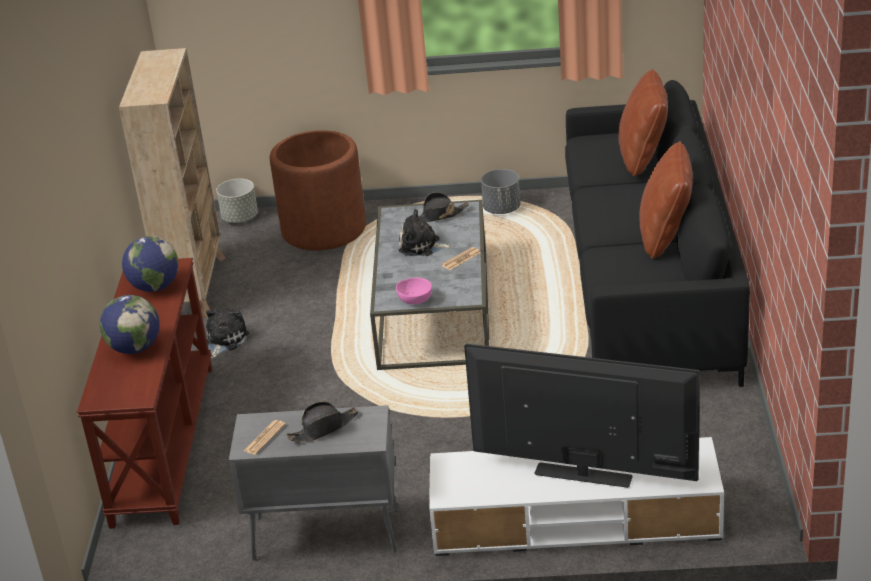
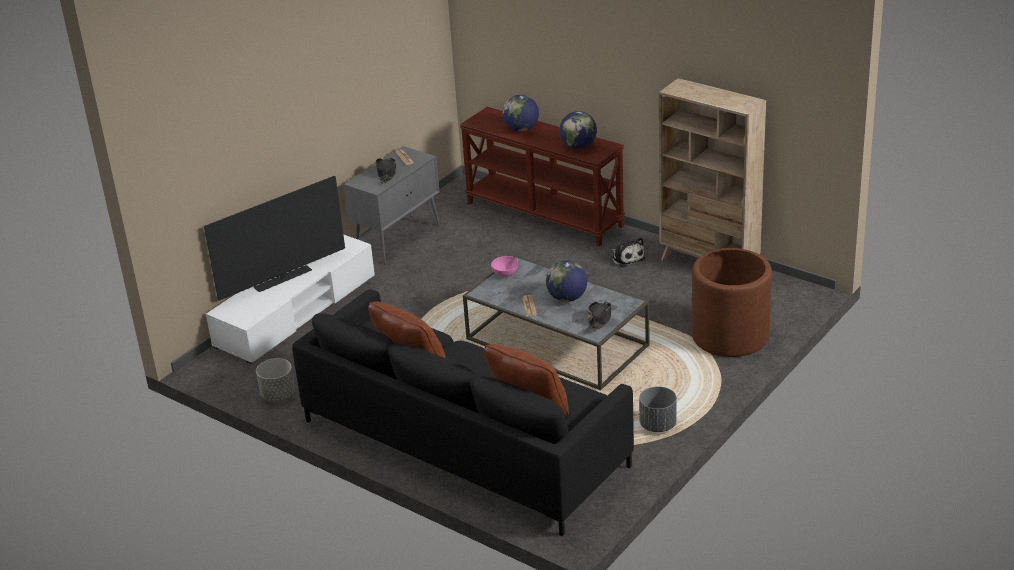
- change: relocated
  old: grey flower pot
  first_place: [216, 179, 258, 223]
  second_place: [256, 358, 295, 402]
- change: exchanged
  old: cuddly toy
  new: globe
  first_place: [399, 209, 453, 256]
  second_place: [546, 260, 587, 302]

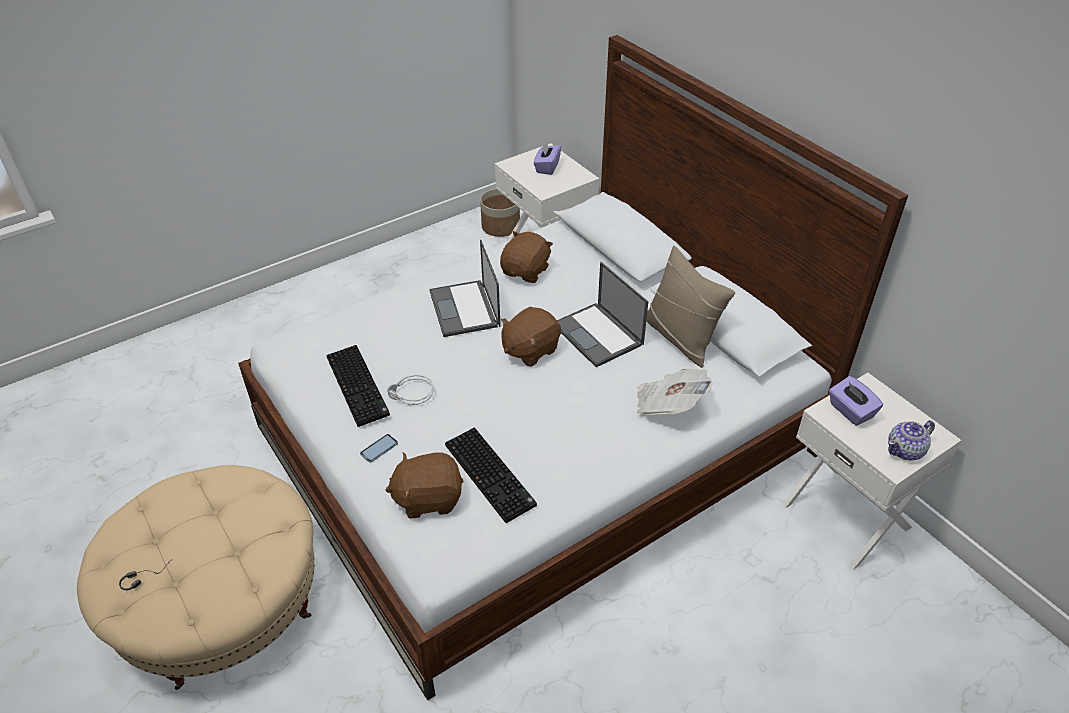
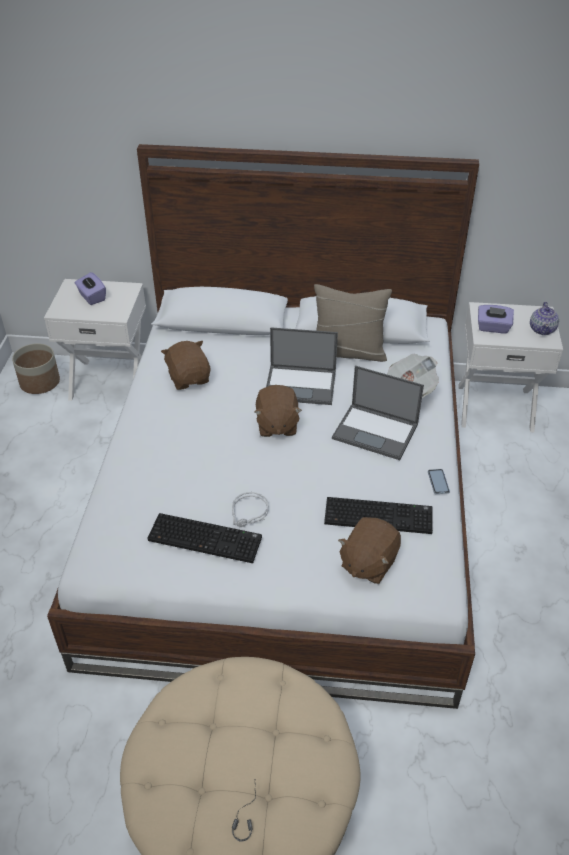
- change: relocated
  old: handset
  first_place: [360, 434, 398, 463]
  second_place: [428, 469, 450, 494]
- change: relocated
  old: laptop
  first_place: [429, 240, 501, 337]
  second_place: [332, 366, 424, 460]

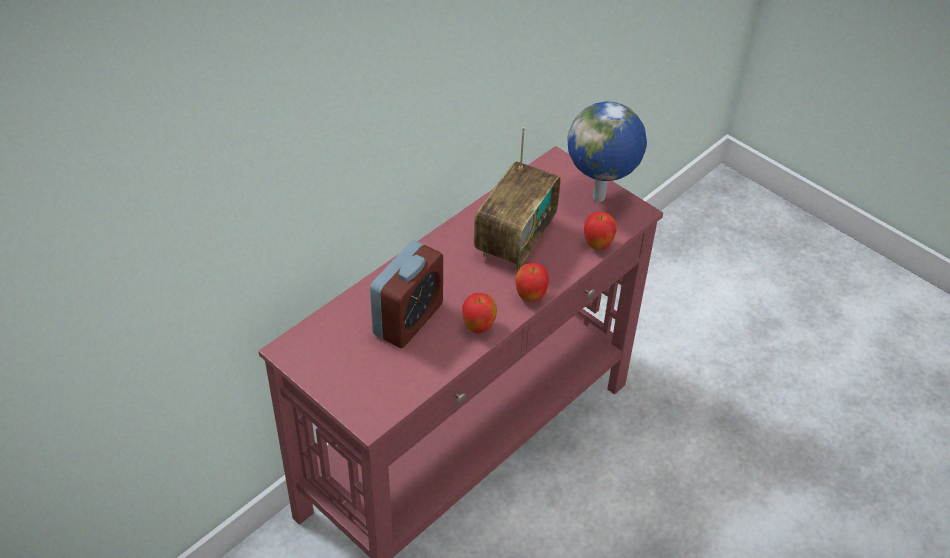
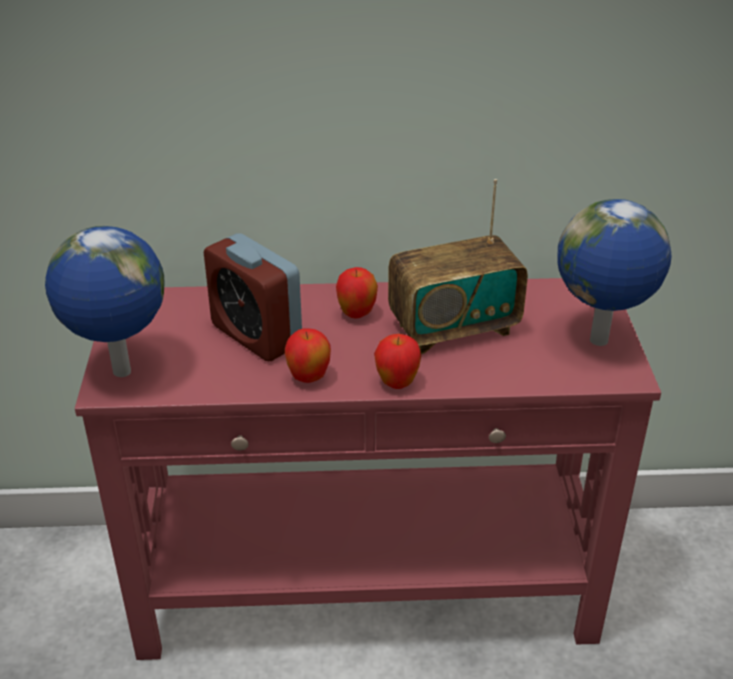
- change: spun
  old: table clock
  first_place: [370, 240, 443, 348]
  second_place: [204, 233, 302, 361]
  degrees: 60
- change: relocated
  old: apple
  first_place: [584, 212, 617, 250]
  second_place: [336, 267, 378, 318]
- change: appeared
  new: globe
  second_place: [45, 226, 165, 377]

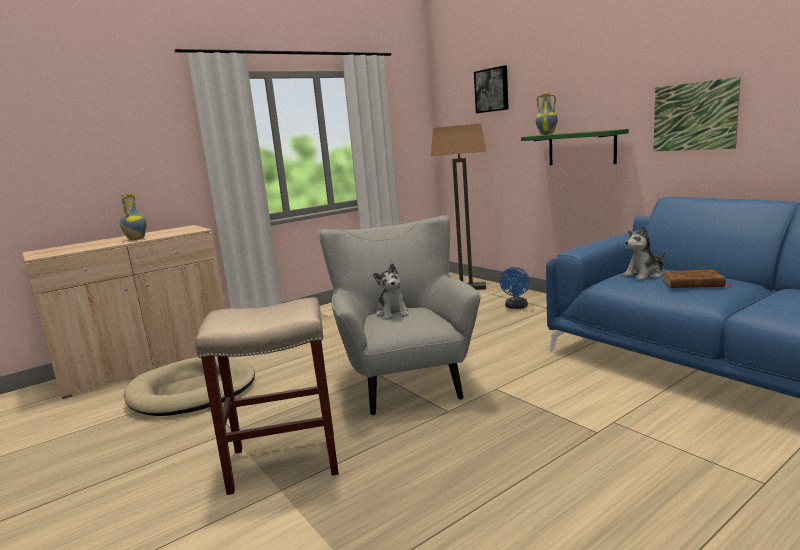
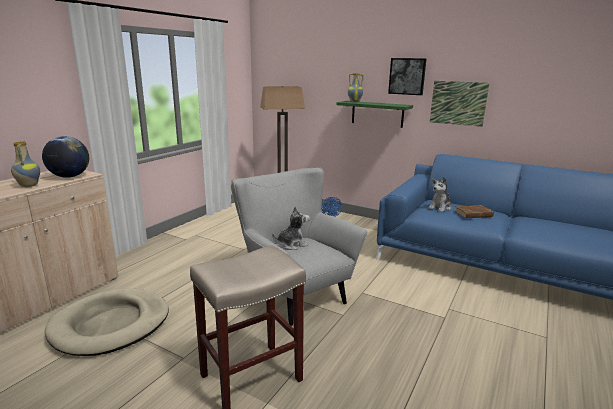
- change: spun
  old: cuddly toy
  first_place: [373, 263, 409, 320]
  second_place: [272, 207, 310, 250]
  degrees: -75
- change: relocated
  old: picture
  first_place: [474, 66, 509, 113]
  second_place: [388, 58, 427, 95]
- change: appeared
  new: globe
  second_place: [42, 136, 89, 178]

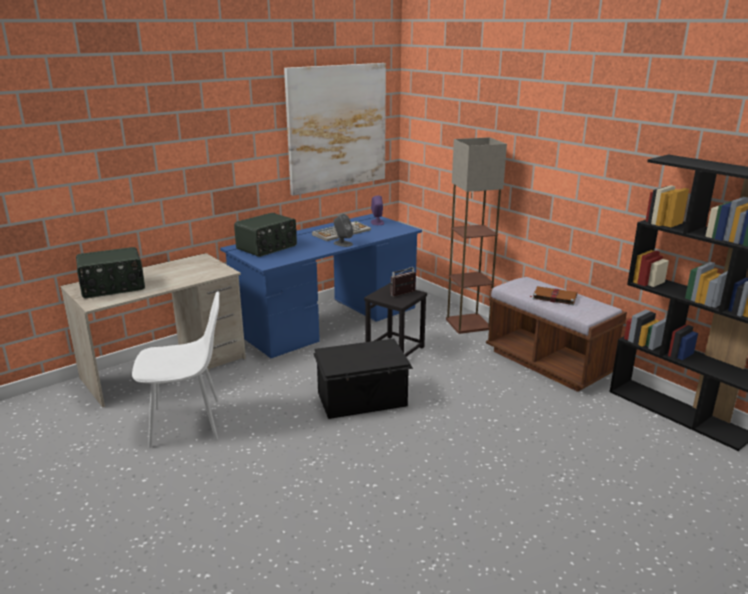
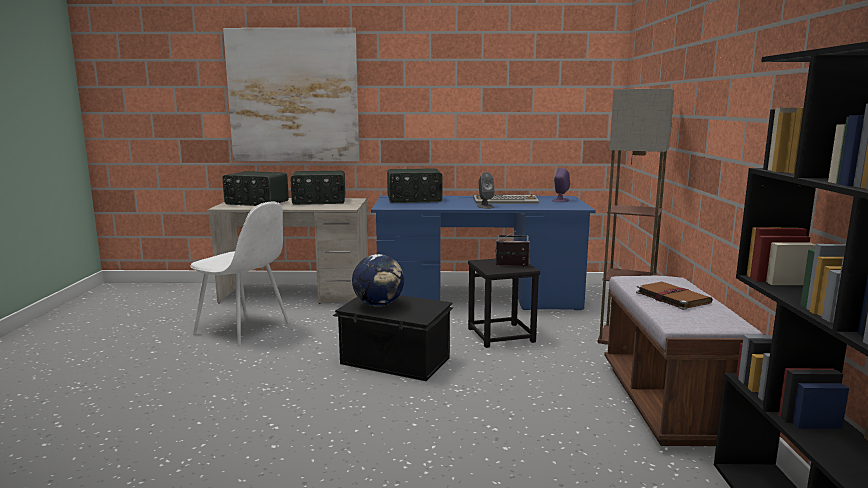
- change: relocated
  old: picture
  first_place: [284, 63, 386, 196]
  second_place: [223, 28, 360, 162]
- change: appeared
  new: radio receiver
  second_place: [290, 171, 345, 205]
- change: appeared
  new: globe
  second_place: [352, 254, 404, 306]

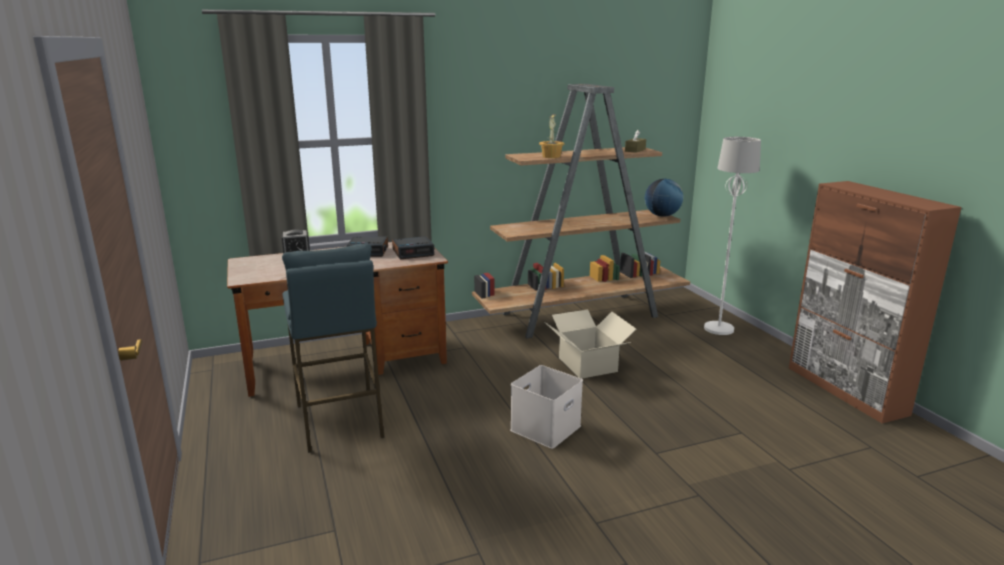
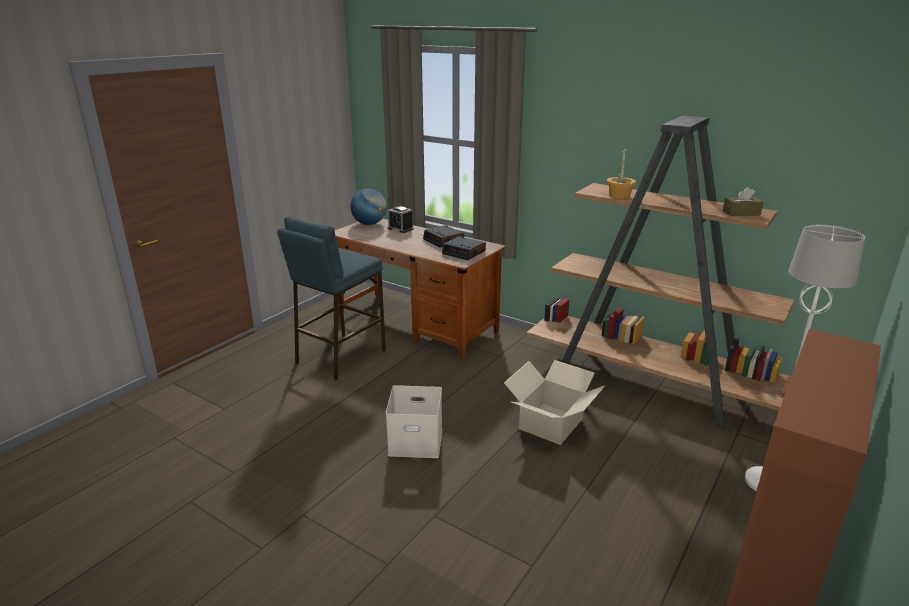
- change: relocated
  old: globe
  first_place: [645, 179, 683, 217]
  second_place: [350, 189, 387, 225]

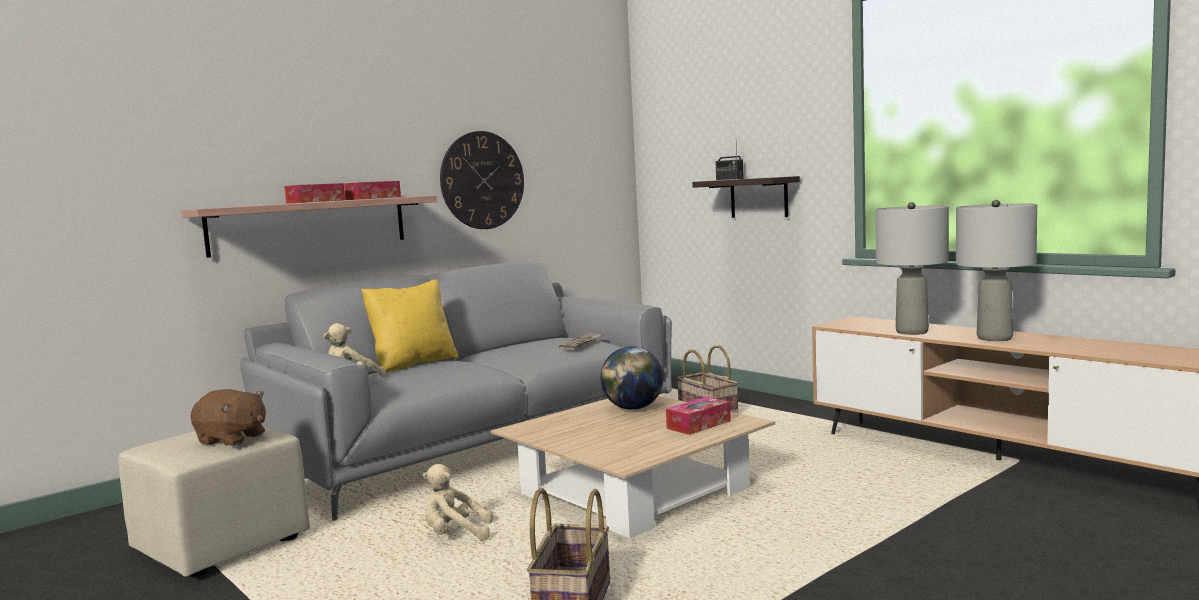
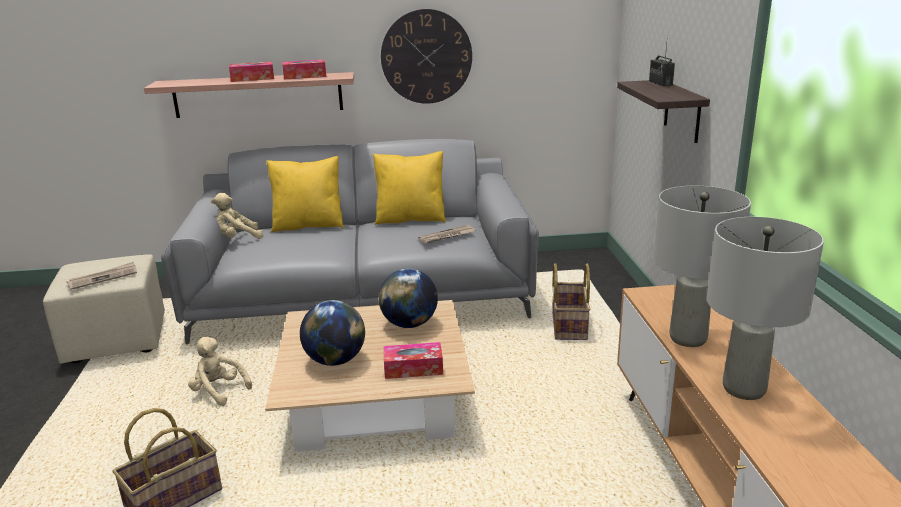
- change: exchanged
  old: brown-coloured cuddly toy
  new: newspaper
  first_place: [190, 389, 266, 446]
  second_place: [67, 262, 137, 290]
- change: appeared
  new: globe
  second_place: [300, 300, 365, 366]
- change: appeared
  new: yellowish pillow
  second_place: [373, 151, 446, 225]

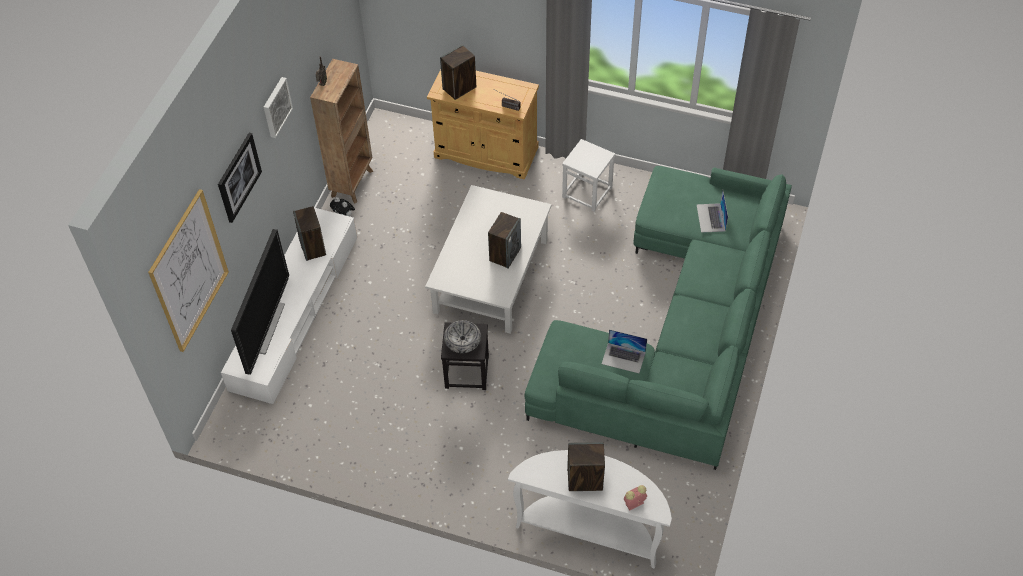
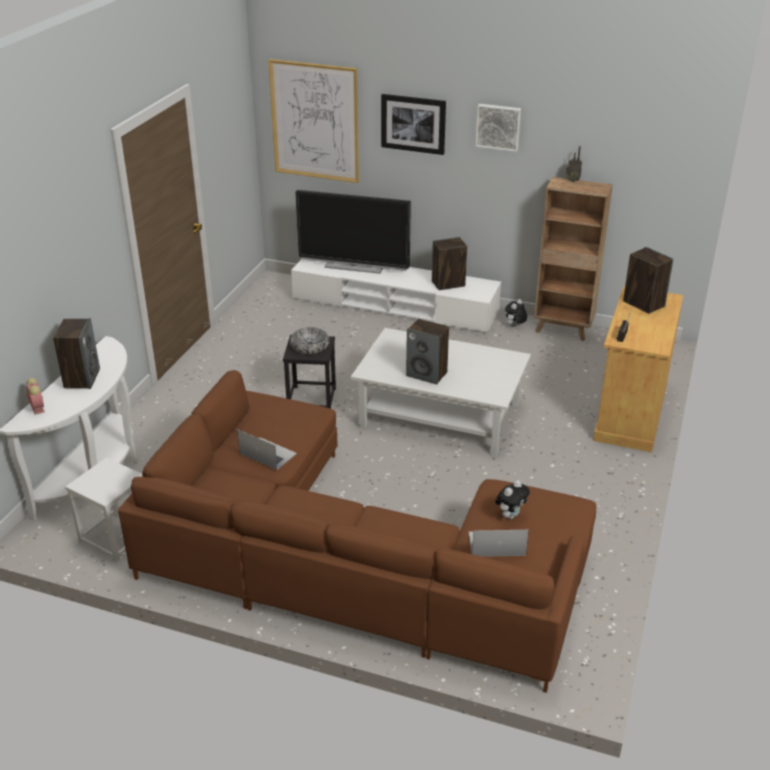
- change: colour
  old: green-coloured sofa
  new: brown-coloured sofa
  first_place: [524, 166, 792, 470]
  second_place: [118, 370, 596, 693]
- change: relocated
  old: whitish stool seat
  first_place: [562, 139, 615, 212]
  second_place: [65, 457, 143, 562]
- change: spun
  old: laptop
  first_place: [602, 329, 647, 373]
  second_place: [237, 429, 297, 470]
  degrees: 105
- change: appeared
  new: cuddly toy
  second_place: [495, 480, 530, 519]

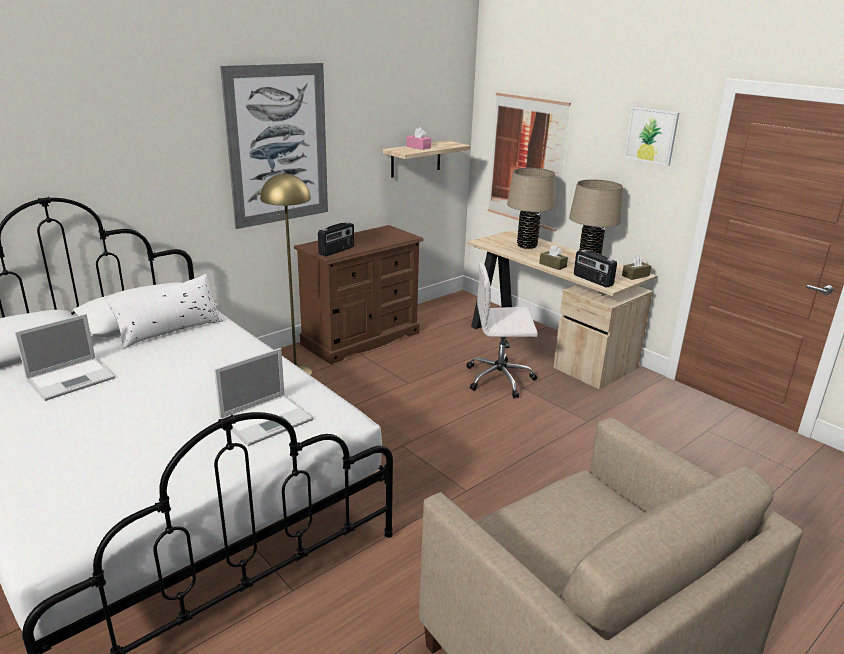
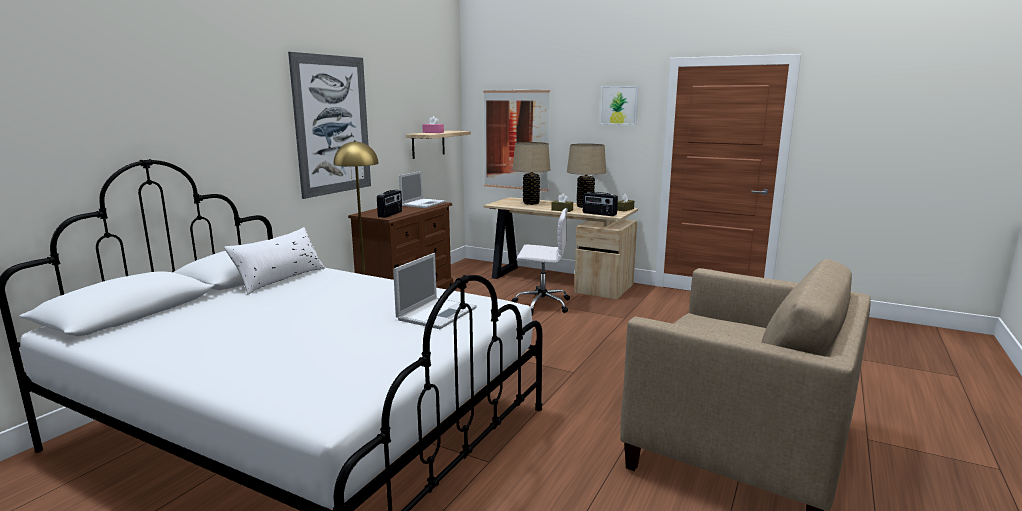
- change: relocated
  old: laptop
  first_place: [15, 314, 115, 401]
  second_place: [399, 171, 446, 208]
- change: spun
  old: whitish computer chair
  first_place: [466, 262, 538, 398]
  second_place: [512, 208, 570, 315]
  degrees: -150

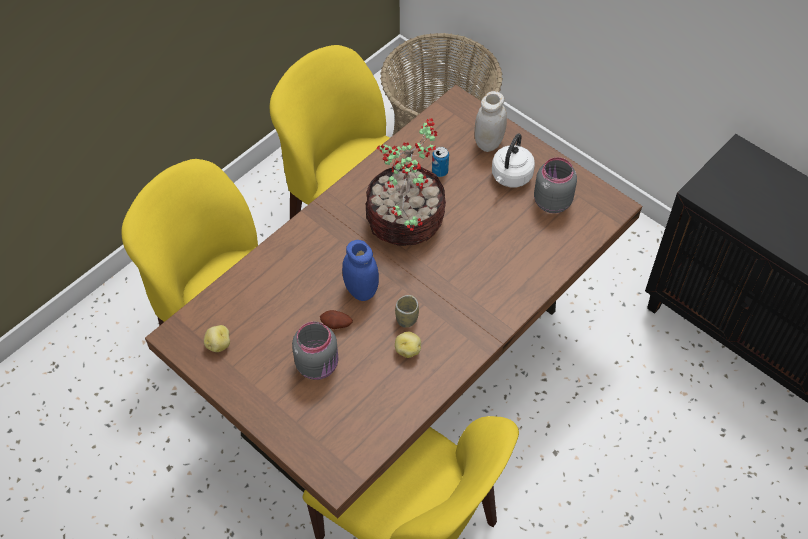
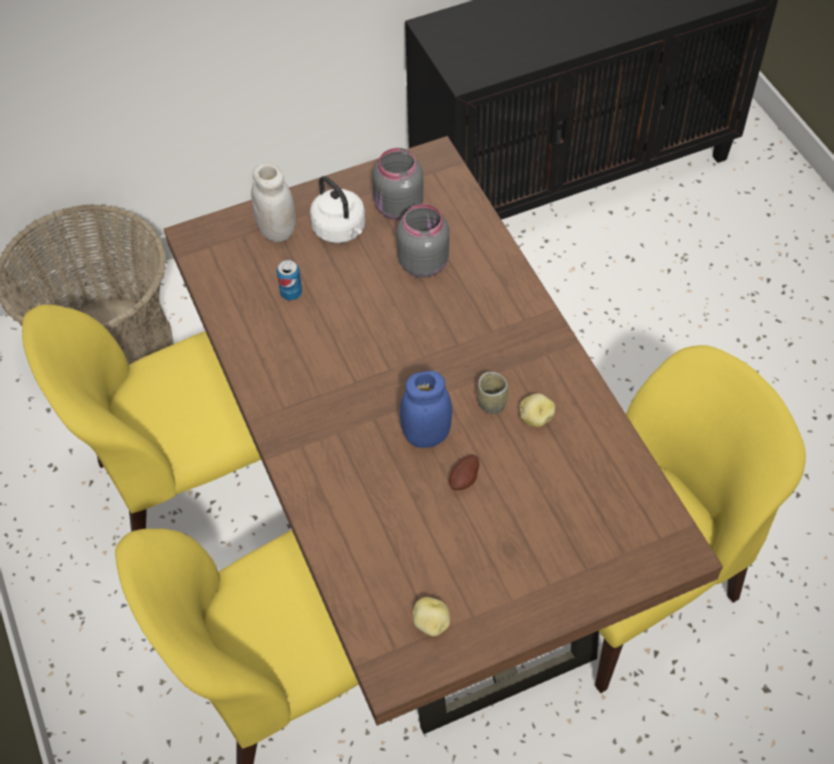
- change: relocated
  old: grey jar
  first_place: [292, 321, 339, 380]
  second_place: [397, 204, 449, 278]
- change: missing
  old: potted plant
  first_place: [366, 118, 446, 246]

